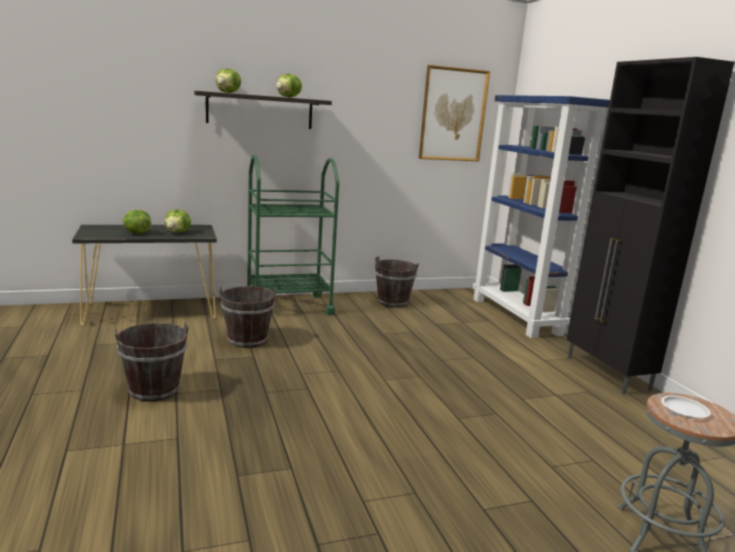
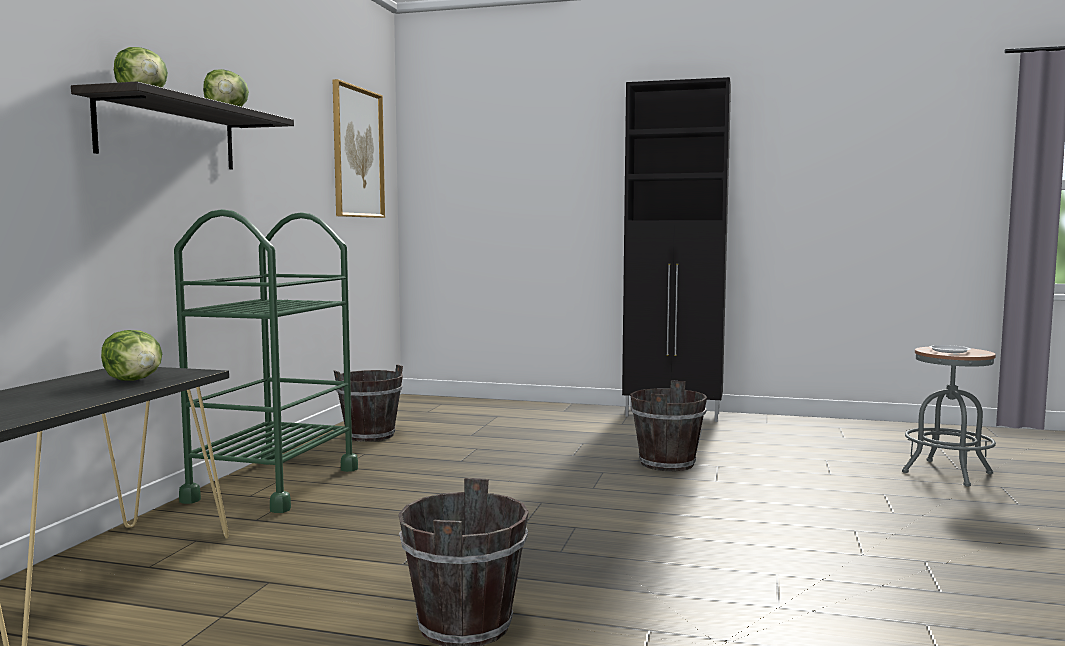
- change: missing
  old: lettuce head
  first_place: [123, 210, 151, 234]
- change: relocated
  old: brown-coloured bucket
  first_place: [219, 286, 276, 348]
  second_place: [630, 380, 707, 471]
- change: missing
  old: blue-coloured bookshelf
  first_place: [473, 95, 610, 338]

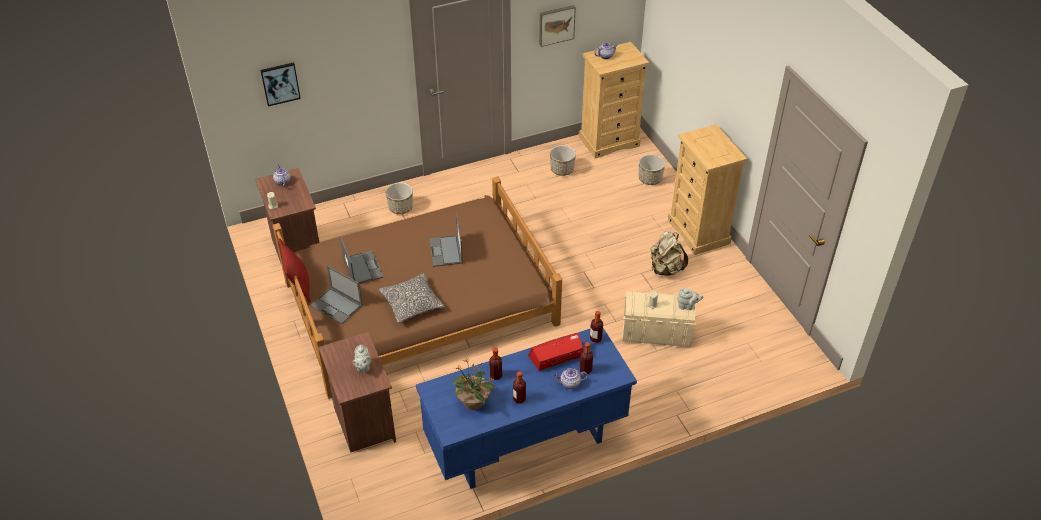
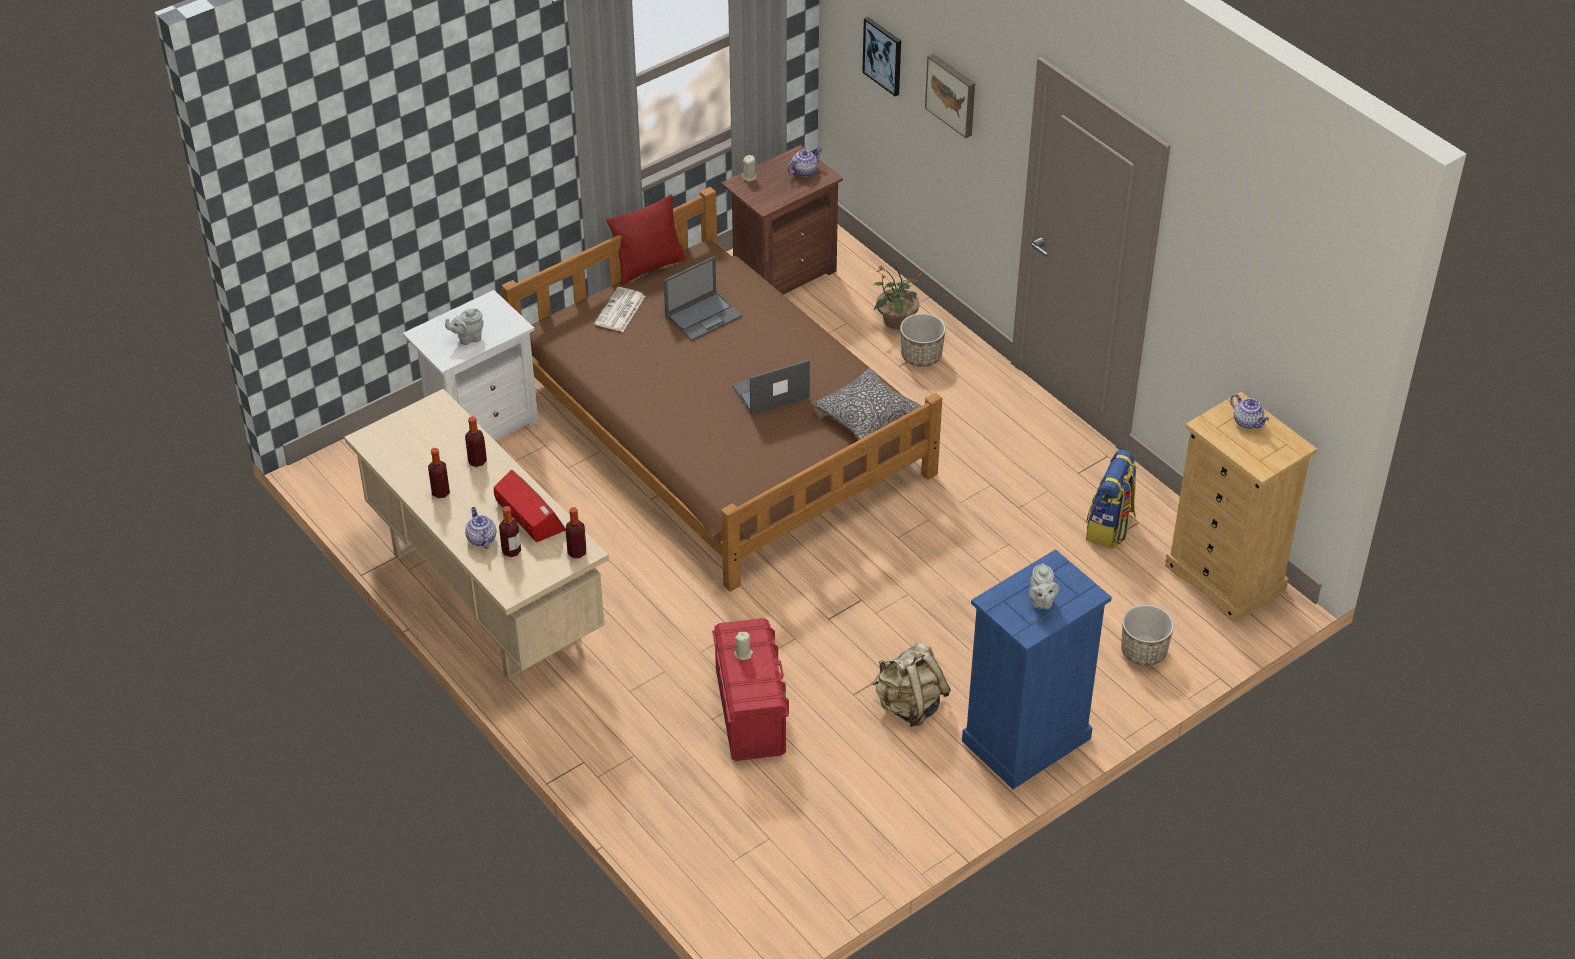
- change: exchanged
  old: laptop
  new: newspaper
  first_place: [310, 266, 363, 324]
  second_place: [594, 287, 645, 332]
- change: colour
  old: brown-coloured night table
  new: whitish night table
  first_place: [318, 332, 396, 453]
  second_place: [403, 290, 538, 440]
- change: relocated
  old: pillow
  first_place: [379, 273, 444, 323]
  second_place: [813, 369, 921, 440]
- change: colour
  old: blue-coloured desk table
  new: beige-coloured desk table
  first_place: [416, 328, 637, 489]
  second_place: [344, 389, 609, 680]
- change: relocated
  old: potted plant
  first_place: [452, 358, 496, 410]
  second_place: [874, 259, 923, 330]
- change: relocated
  old: picture
  first_place: [539, 5, 576, 47]
  second_place: [925, 54, 975, 138]
- change: exchanged
  old: flower pot
  new: backpack
  first_place: [550, 145, 576, 176]
  second_place: [1086, 450, 1137, 549]
- change: colour
  old: beige-coloured storage container
  new: red storage container
  first_place: [622, 291, 696, 347]
  second_place: [712, 618, 789, 761]
- change: colour
  old: beige-coloured dresser
  new: blue-coloured dresser
  first_place: [668, 124, 747, 255]
  second_place: [962, 549, 1112, 789]
- change: relocated
  old: grey pot for tea
  first_place: [677, 288, 703, 310]
  second_place: [1029, 563, 1059, 609]

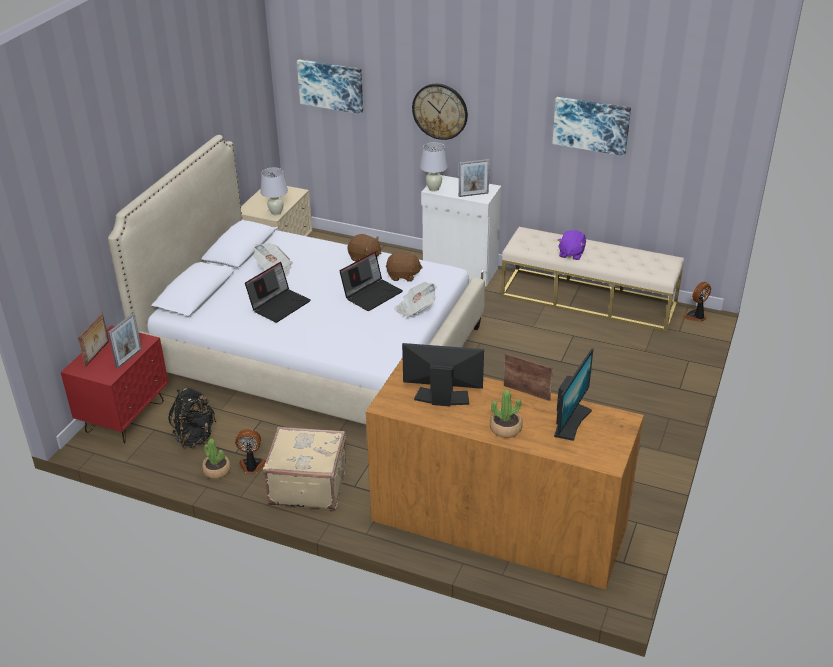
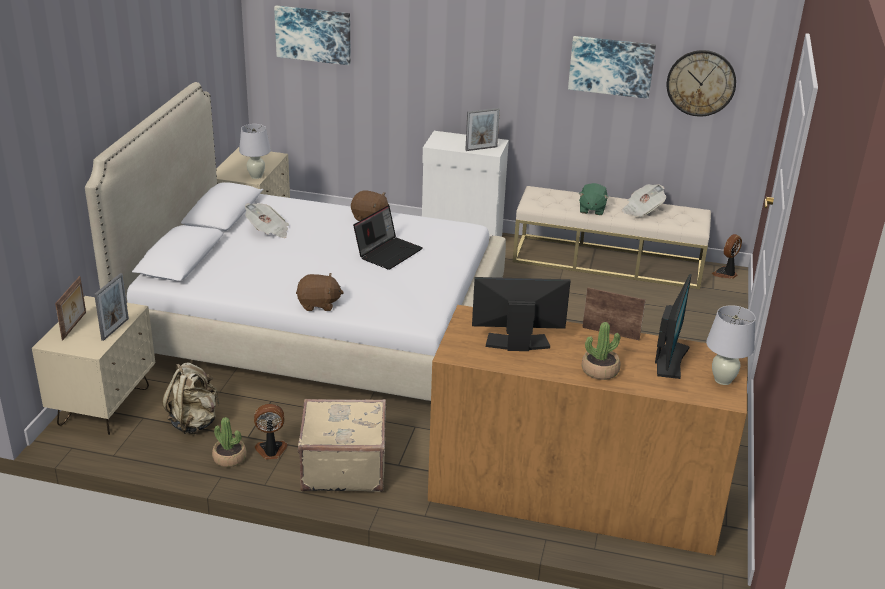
- change: colour
  old: red night table
  new: beige-coloured night table
  first_place: [61, 325, 169, 443]
  second_place: [32, 296, 155, 435]
- change: colour
  old: black backpack
  new: beige-coloured backpack
  first_place: [168, 388, 216, 448]
  second_place: [162, 363, 219, 434]
- change: missing
  old: laptop
  first_place: [245, 262, 311, 323]
- change: relocated
  old: brown-coloured cuddly toy
  first_place: [386, 252, 423, 282]
  second_place: [296, 273, 344, 311]
- change: relocated
  old: newspaper
  first_place: [394, 282, 437, 318]
  second_place: [622, 184, 666, 217]
- change: relocated
  old: clock on the wall
  first_place: [412, 84, 468, 140]
  second_place: [667, 50, 736, 117]
- change: relocated
  old: whitish lamp for a table
  first_place: [420, 142, 448, 192]
  second_place: [706, 305, 756, 385]
- change: colour
  old: purple-coloured cuddly toy
  new: green-coloured cuddly toy
  first_place: [558, 230, 586, 260]
  second_place: [579, 183, 608, 215]

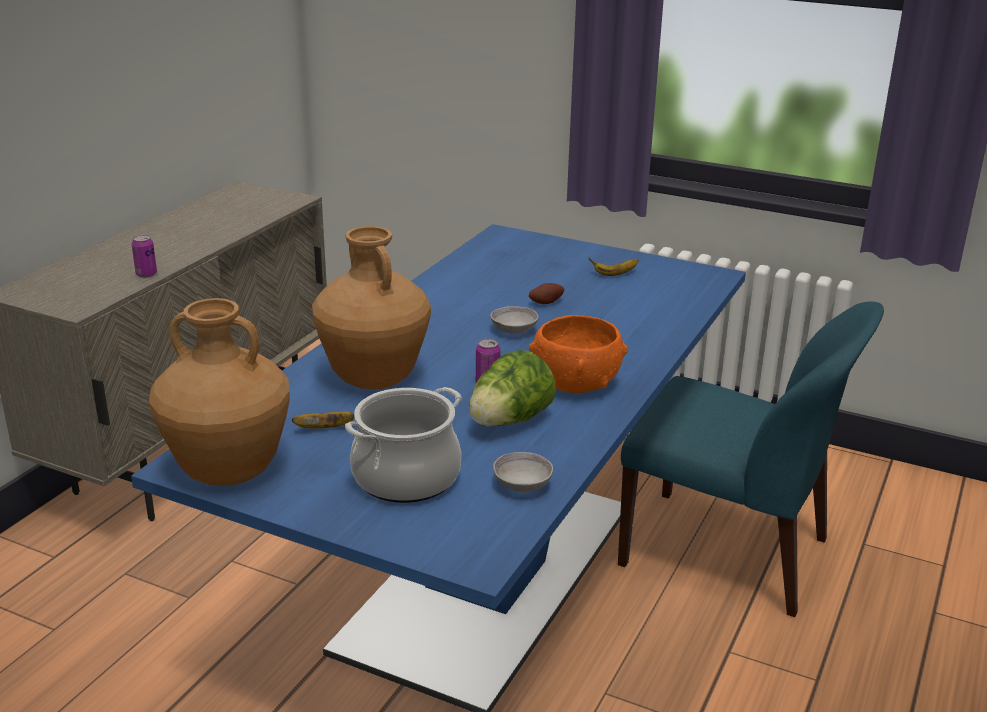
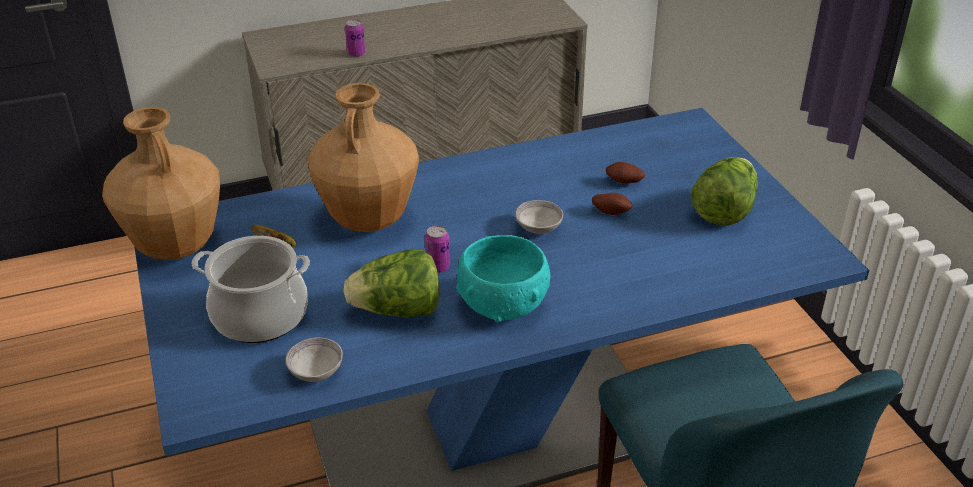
- change: colour
  old: orange bowl
  new: turquoise bowl
  first_place: [529, 315, 628, 393]
  second_place: [456, 235, 550, 323]
- change: exchanged
  old: banana fruit
  new: lettuce head
  first_place: [588, 257, 639, 276]
  second_place: [691, 157, 758, 226]
- change: appeared
  new: spud
  second_place: [606, 162, 645, 184]

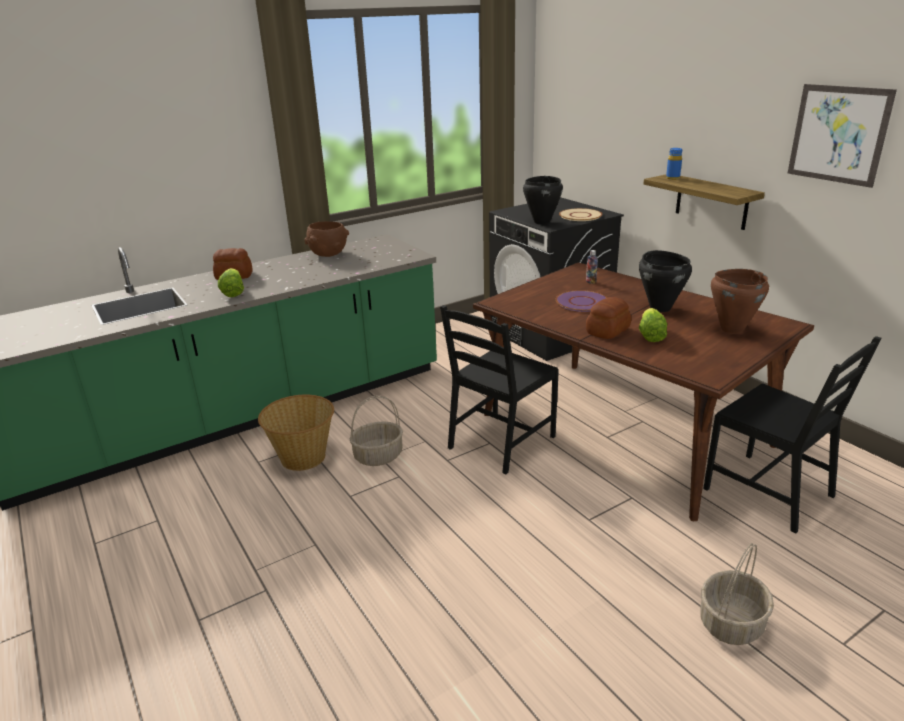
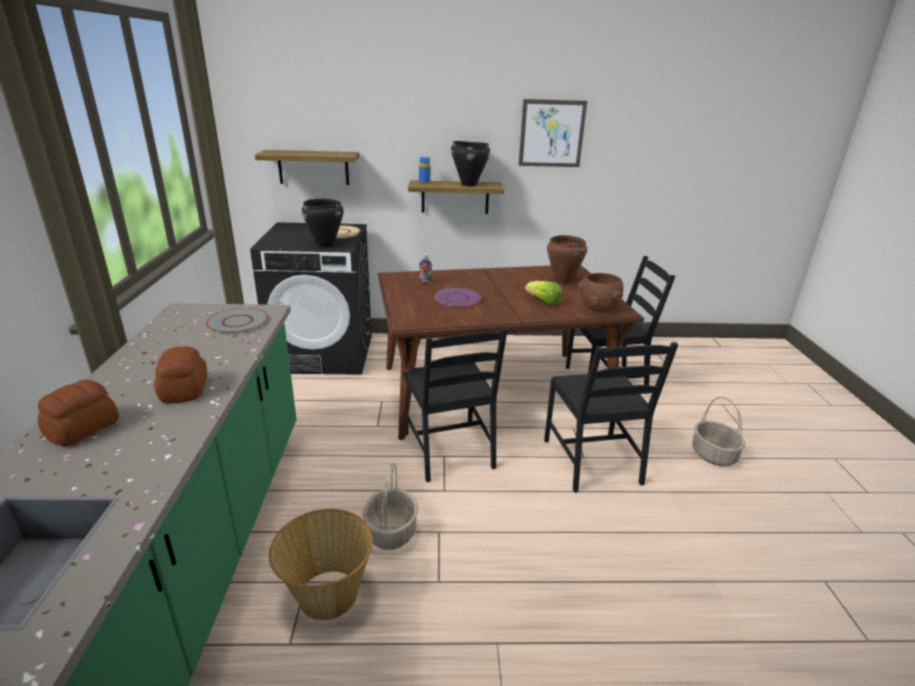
- change: missing
  old: lettuce head
  first_place: [218, 268, 244, 297]
- change: relocated
  old: brown-coloured bowl
  first_place: [305, 221, 349, 257]
  second_place: [577, 273, 624, 312]
- change: relocated
  old: baked bread
  first_place: [586, 297, 632, 339]
  second_place: [154, 346, 207, 404]
- change: relocated
  old: black saucepot
  first_place: [639, 250, 692, 312]
  second_place: [451, 141, 490, 186]
- change: appeared
  new: grey flat dish
  second_place: [206, 308, 268, 334]
- change: appeared
  new: wall shelf
  second_place: [255, 150, 360, 185]
- change: appeared
  new: black chair
  second_place: [544, 342, 679, 493]

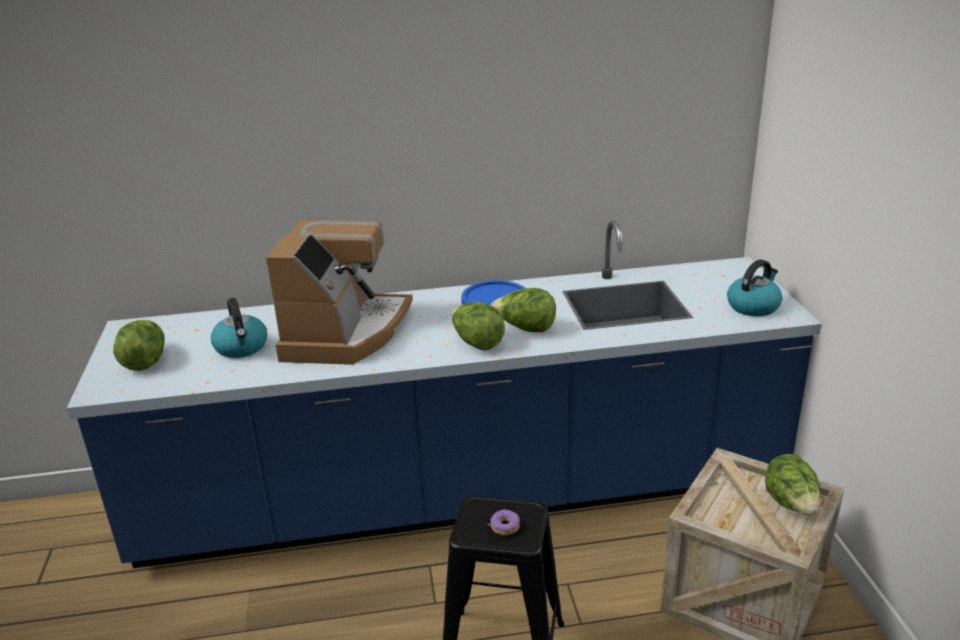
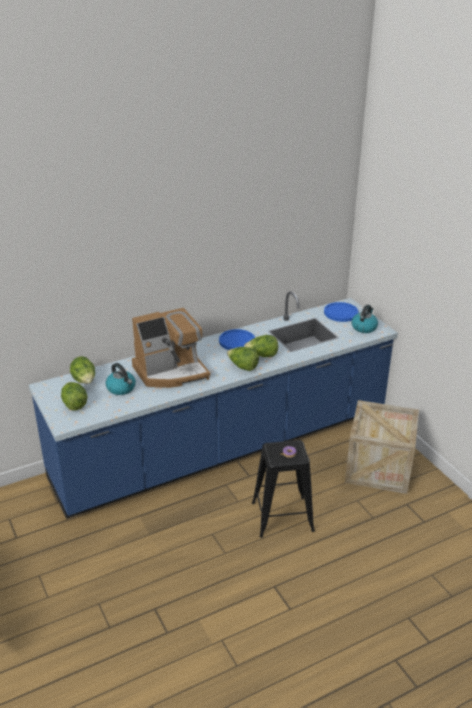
- change: spun
  old: coffee machine
  first_place: [266, 220, 413, 365]
  second_place: [132, 308, 211, 388]
  degrees: 75
- change: relocated
  old: lettuce head
  first_place: [765, 454, 821, 515]
  second_place: [70, 356, 95, 384]
- change: appeared
  new: blue-coloured flat dish
  second_place: [324, 302, 358, 322]

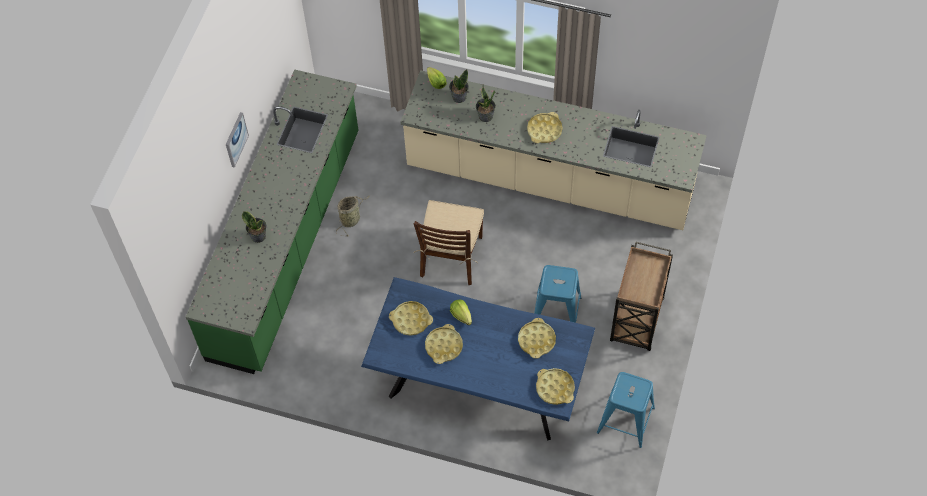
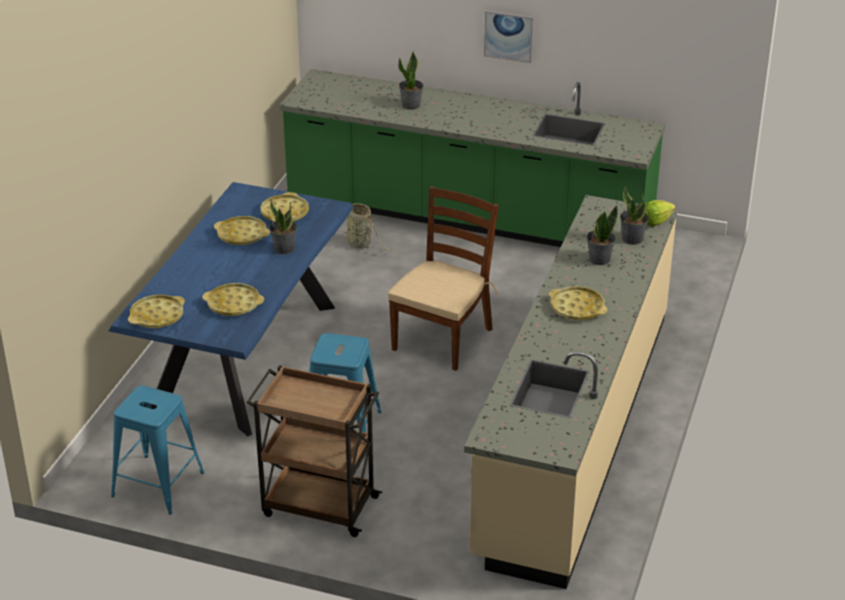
- change: relocated
  old: storage basket
  first_place: [336, 196, 370, 236]
  second_place: [338, 203, 392, 252]
- change: spun
  old: brown-coloured chair
  first_place: [414, 200, 484, 285]
  second_place: [388, 186, 499, 371]
  degrees: 105
- change: exchanged
  old: lettuce head
  new: potted plant
  first_place: [450, 300, 472, 325]
  second_place: [269, 199, 297, 254]

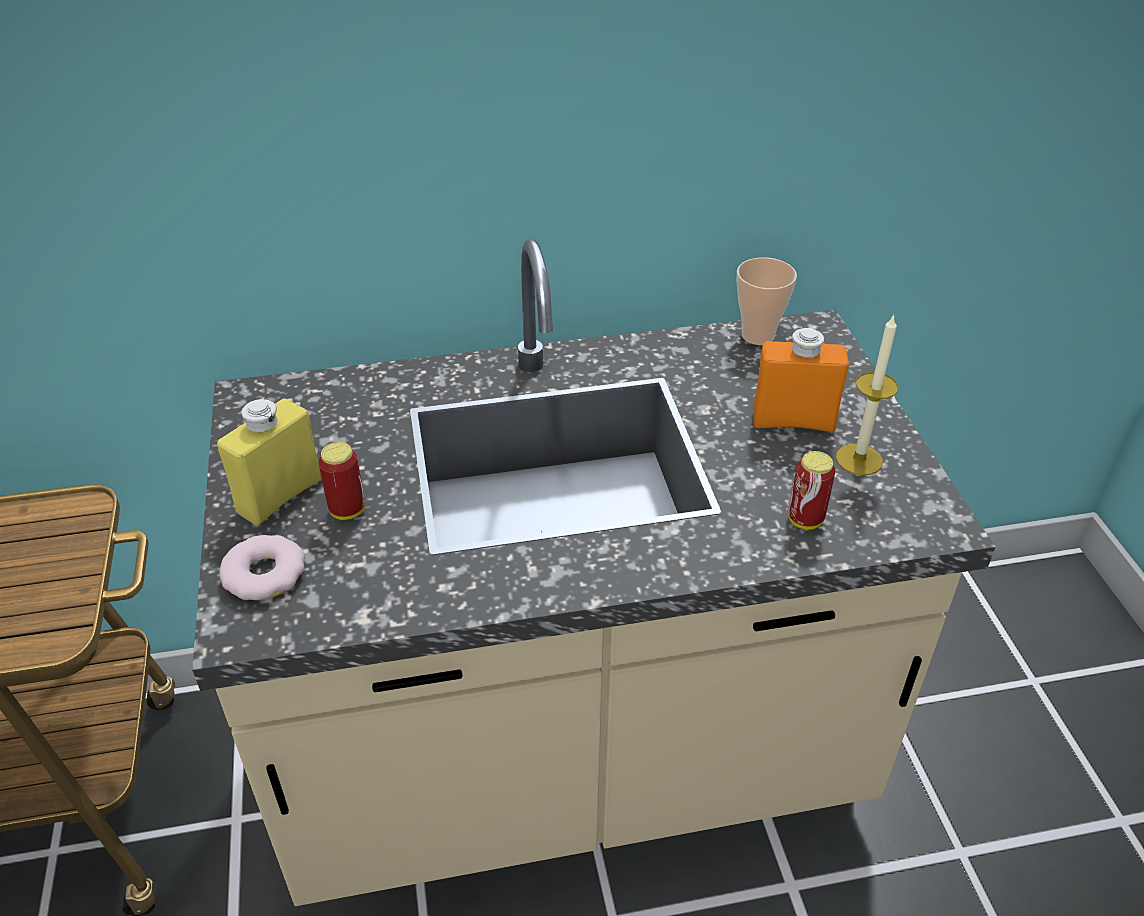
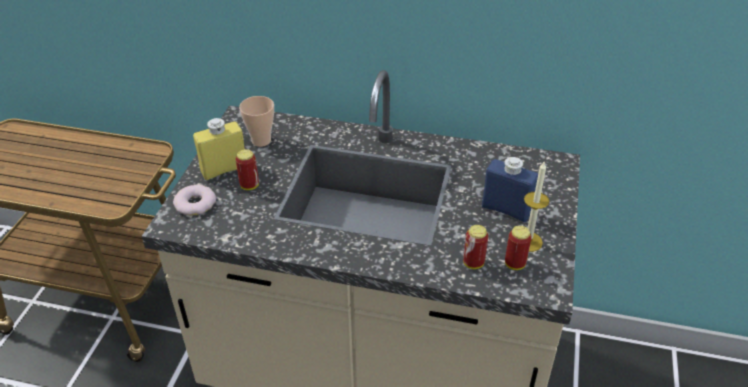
- change: relocated
  old: cup
  first_place: [737, 257, 797, 345]
  second_place: [239, 96, 274, 147]
- change: colour
  old: orange drink bottle
  new: blue-coloured drink bottle
  first_place: [753, 327, 849, 432]
  second_place: [482, 157, 538, 222]
- change: appeared
  new: can
  second_place: [505, 226, 532, 270]

